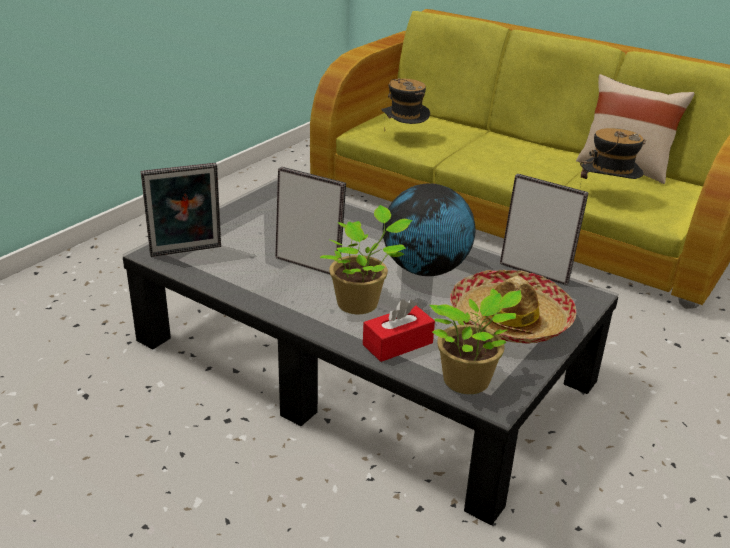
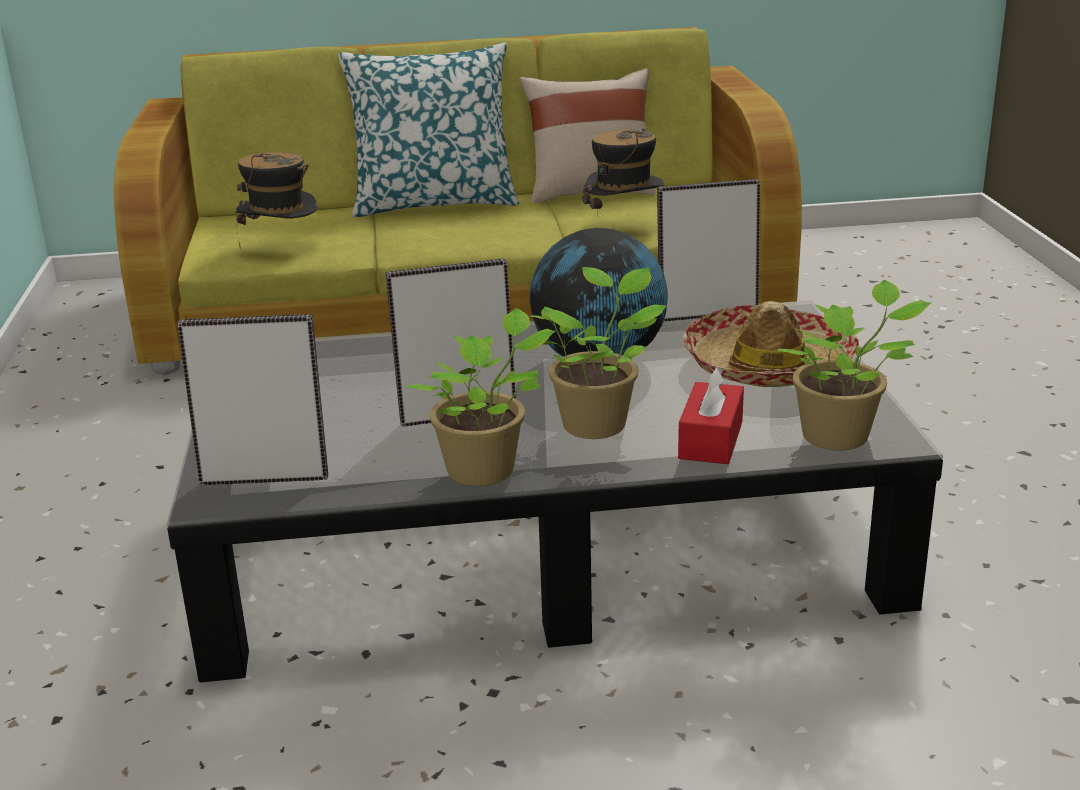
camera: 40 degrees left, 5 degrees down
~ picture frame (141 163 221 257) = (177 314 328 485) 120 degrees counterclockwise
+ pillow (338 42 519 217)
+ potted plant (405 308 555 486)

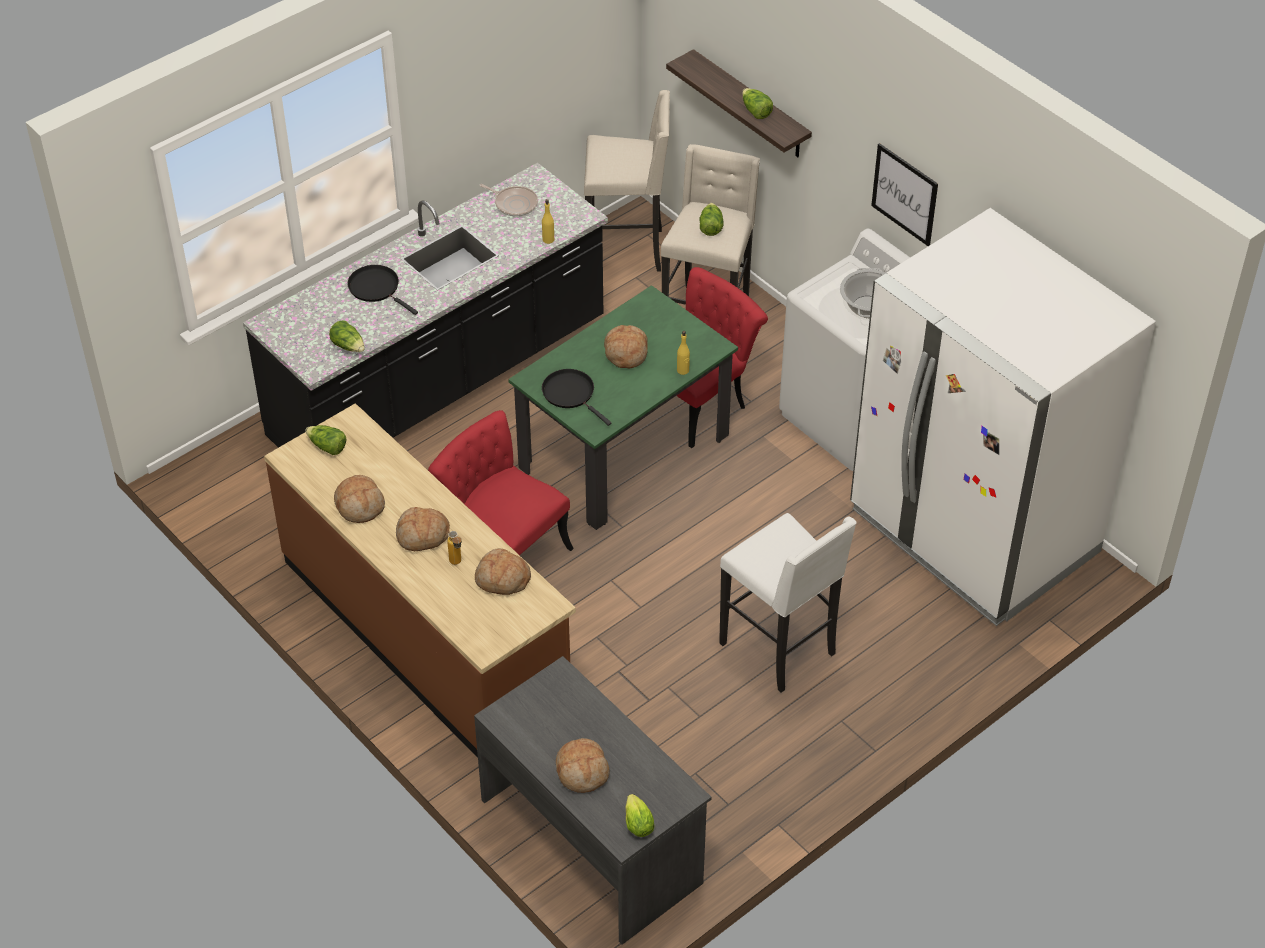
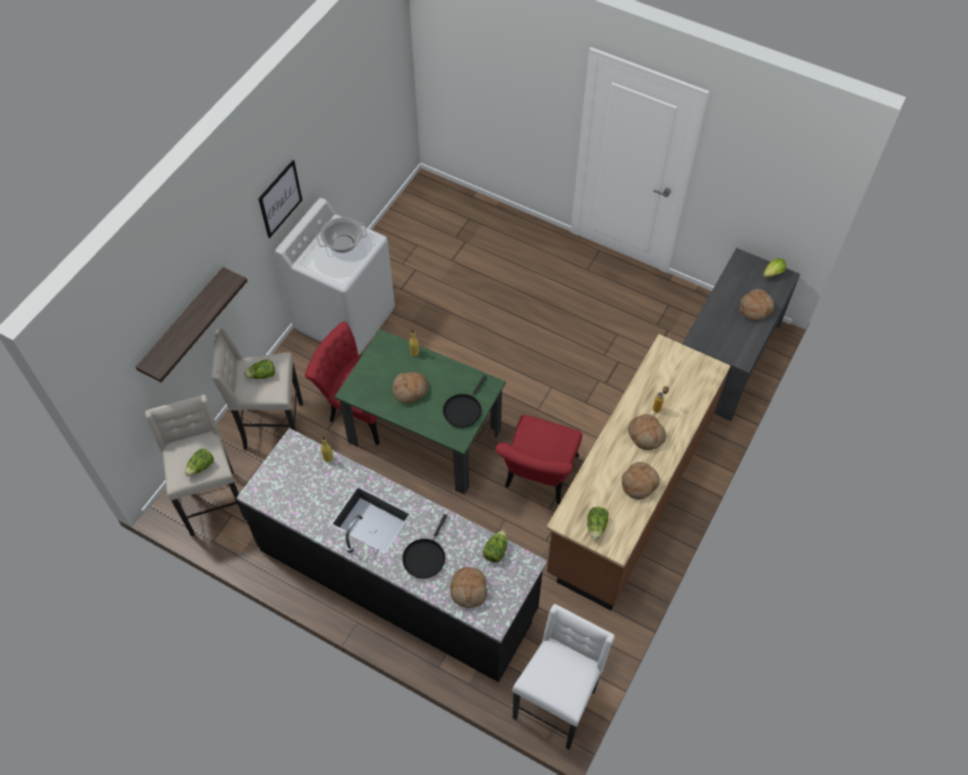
camera: 110 degrees left, 10 degrees up
~ bread (475 548 531 595) to (451 567 487 608)
- frying pan (479 184 538 217)
~ white stool (719 513 856 693) to (513 604 614 750)
~ lettuce (742 88 773 119) to (185 448 214 476)
- white fridge (850 208 1156 626)

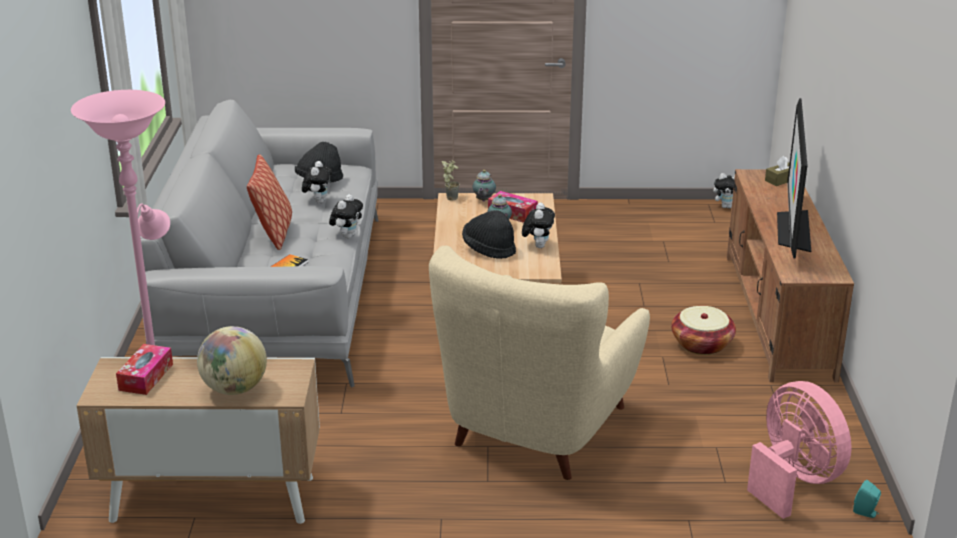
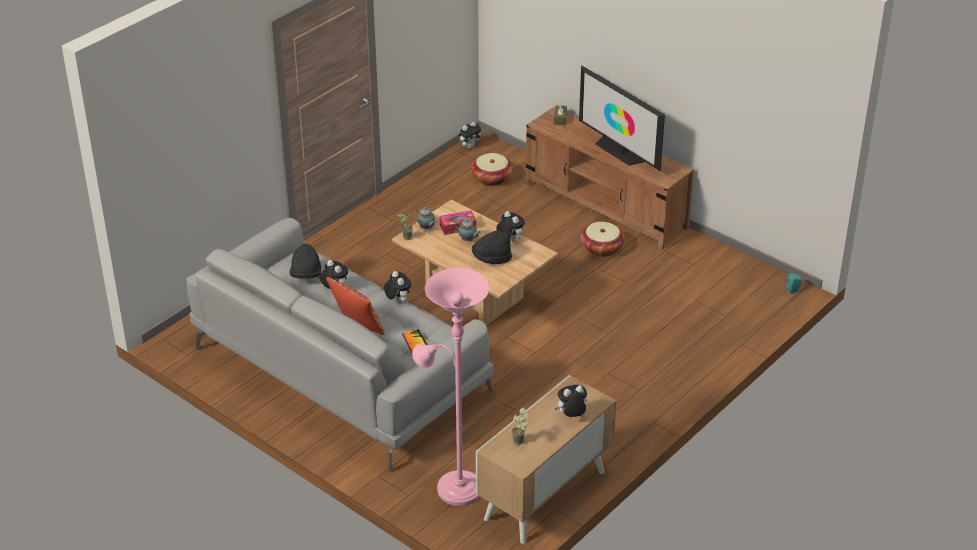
camera: 50 degrees left, 10 degrees up
~ tissue box (116 344 173 395) to potted plant (512 408 529 445)
~ globe (197 326 267 395) to plush toy (555 385 587 417)
- beige armchair (429 246 650 480)
- pink fan (747 381 852 519)
+ basket (471 153 513 186)

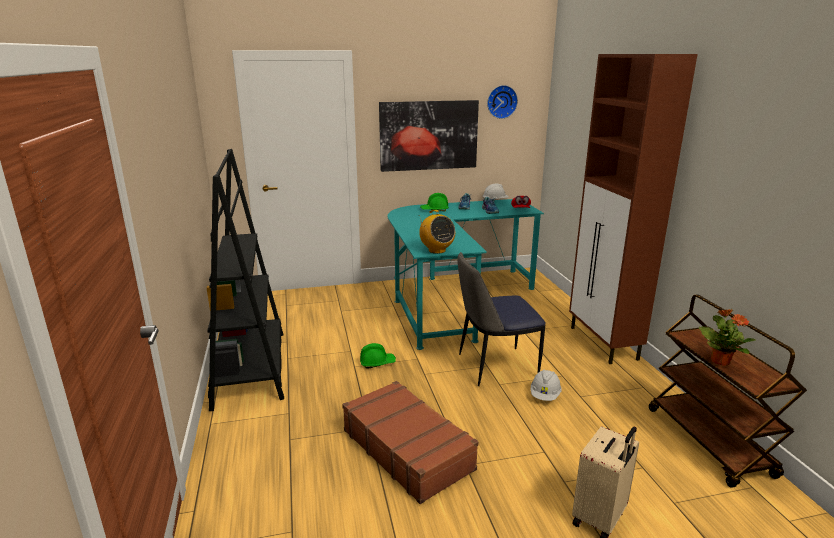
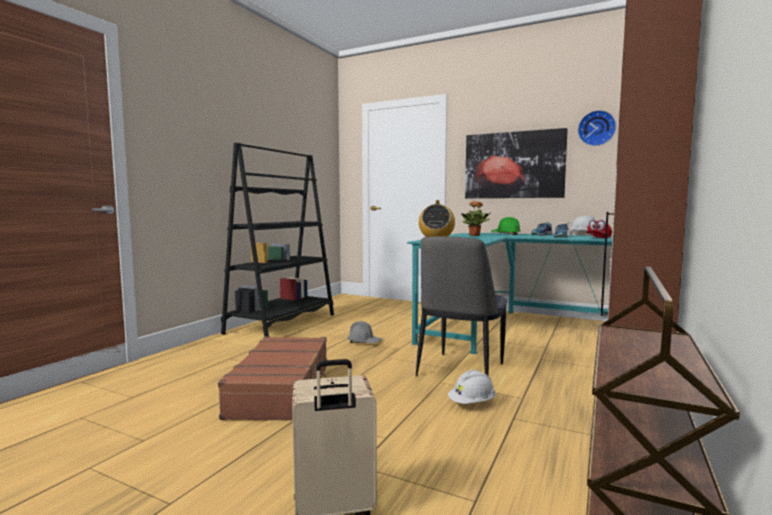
camera: 40 degrees right, 15 degrees down
~ green hard hat (360 343 396 369) to grey hard hat (347 321 382 343)
~ chair (457 252 546 386) = (416 236 507 376) 90 degrees counterclockwise
~ potted plant (699 309 756 366) to (461 201 490 236)

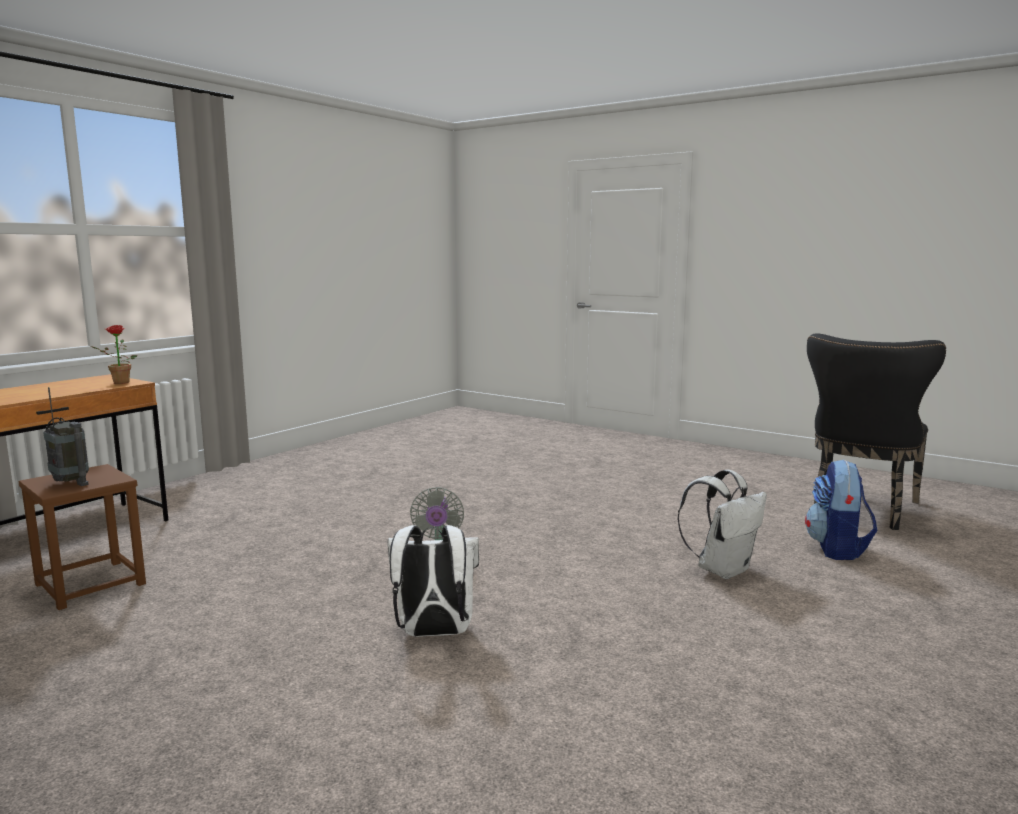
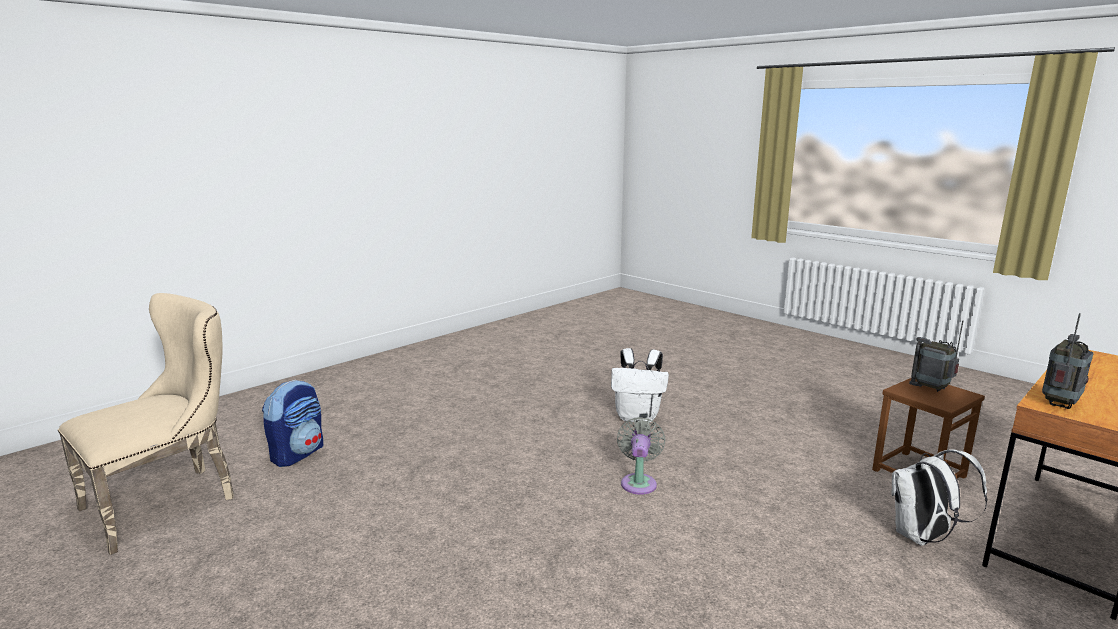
camera: 170 degrees left, 5 degrees up
~ potted plant (91 325 137 384) to radio (1042 313 1094 409)
~ white backpack (677 470 767 579) to (891 449 988 545)
~ black chair (807 333 946 530) to beige chair (58 293 234 555)

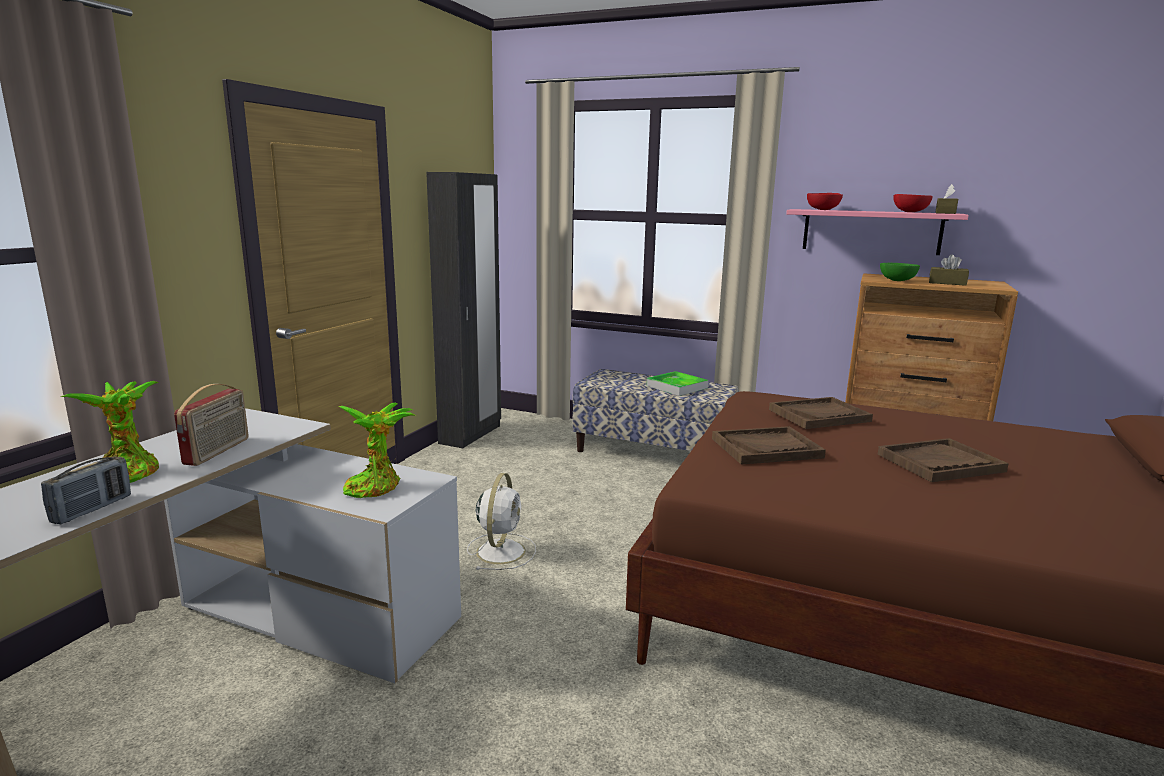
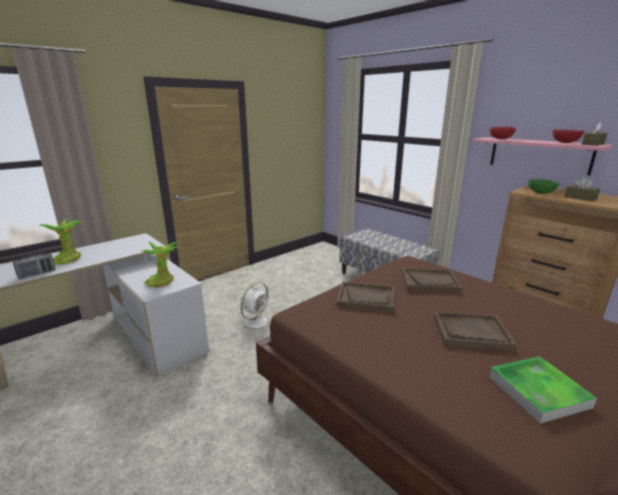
camera: 25 degrees right, 5 degrees up
- radio (174 384 249 466)
- black wardrobe (426 172 501 448)
~ tray (647 371 708 396) to (489 356 597 424)

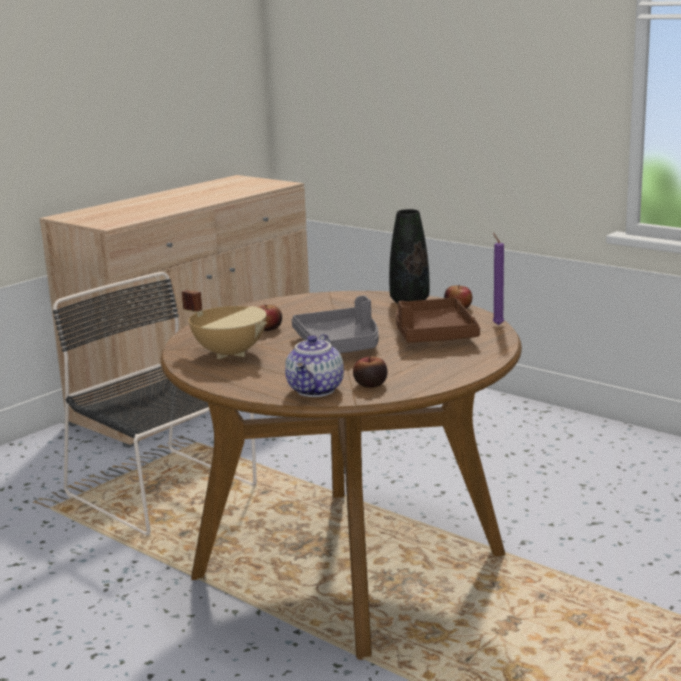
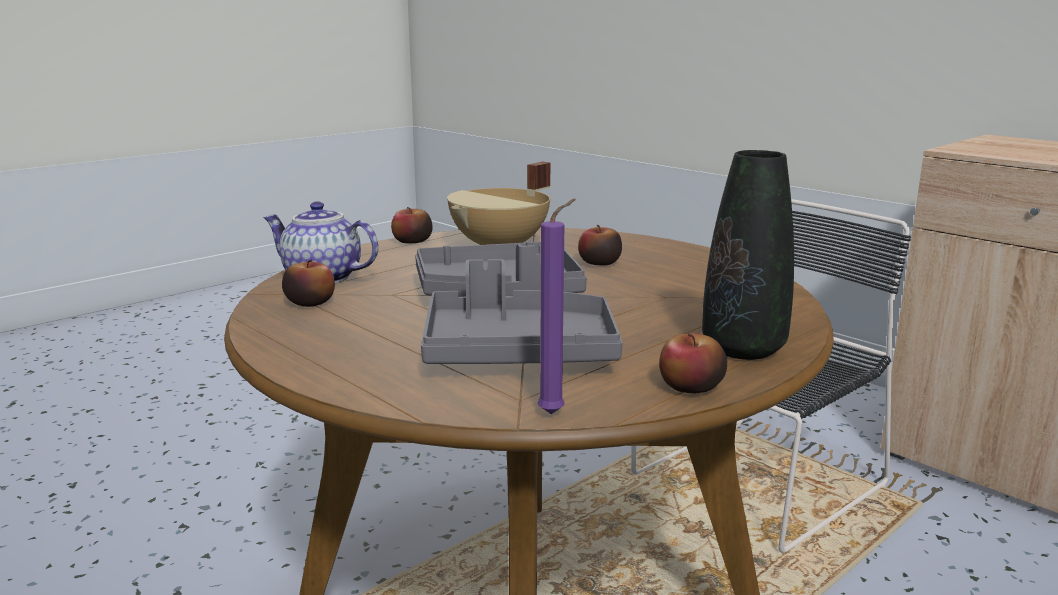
camera: 95 degrees right, 0 degrees up
~ brown tray (396 298 480 343) to grey tray (421 259 623 364)
+ apple (391 207 433 243)

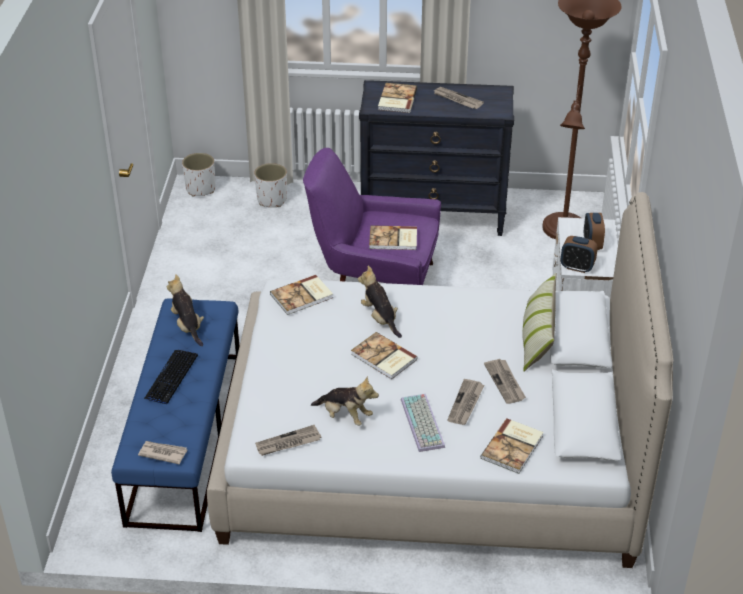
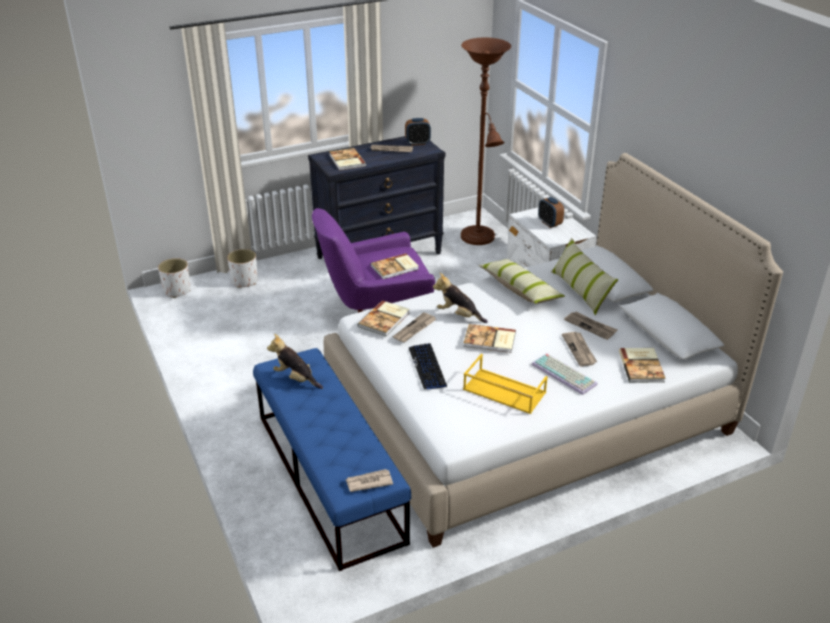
camera: 30 degrees left, 5 degrees down
~ keyboard (144 350 198 404) to (409 343 447 390)
~ newspaper (255 425 322 456) to (393 312 436 343)
~ plush toy (311 376 379 426) to yellow tray (463 354 548 414)
~ alarm clock (561 236 598 273) to (405 118 431 146)
+ pillow (478 259 565 304)

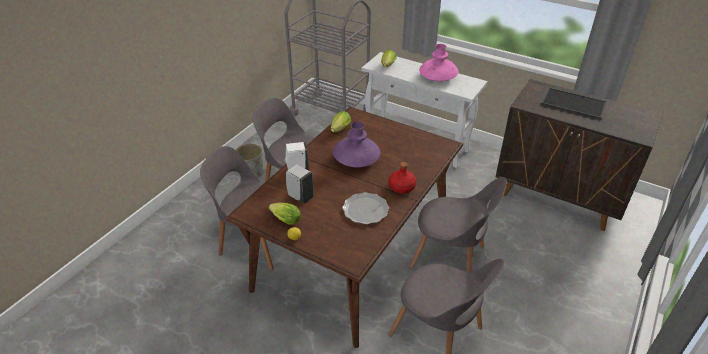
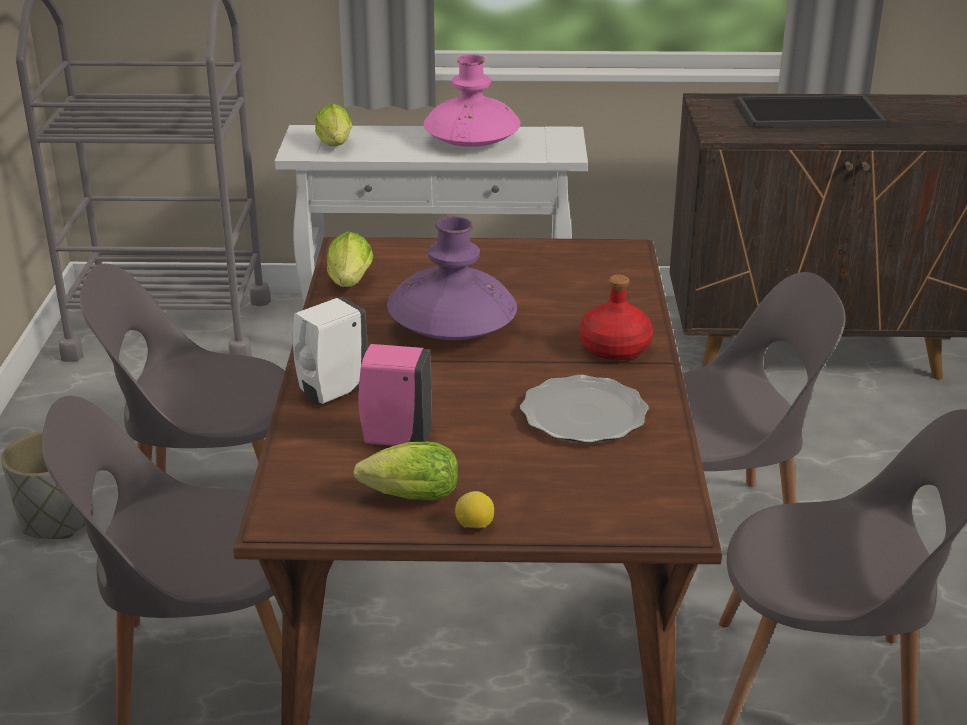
camera: 30 degrees left, 10 degrees down
~ white soap dispenser (286 164 314 204) to pink soap dispenser (358 344 432 446)

